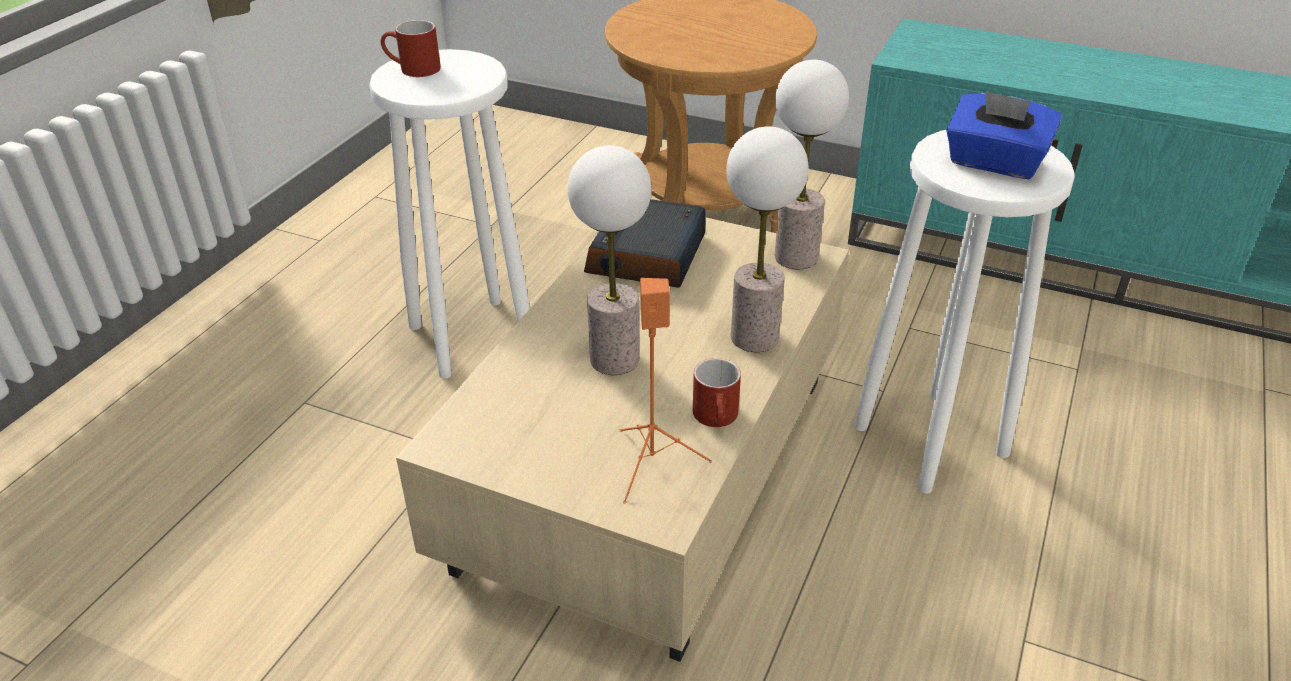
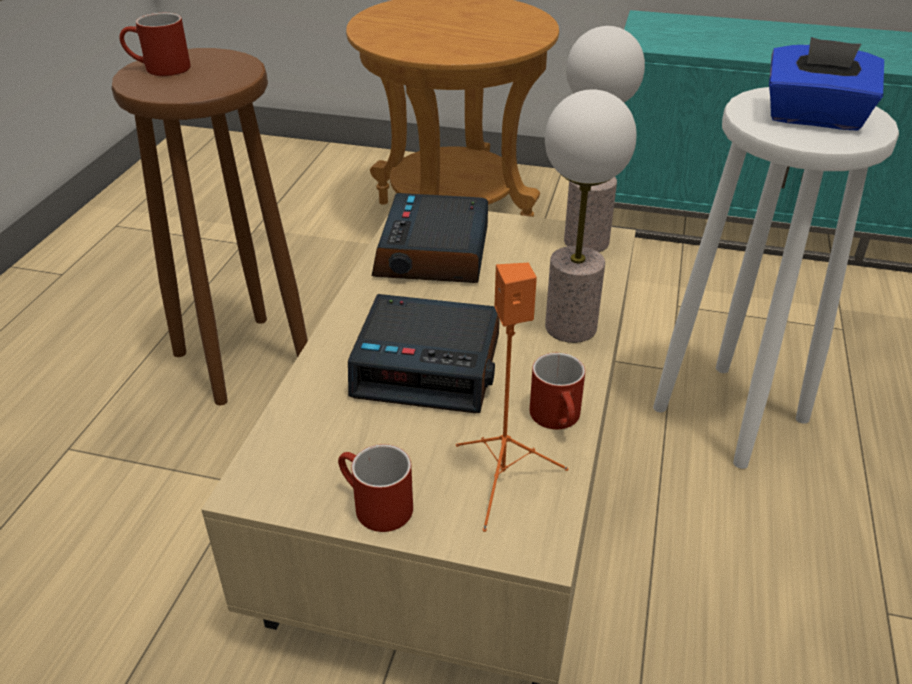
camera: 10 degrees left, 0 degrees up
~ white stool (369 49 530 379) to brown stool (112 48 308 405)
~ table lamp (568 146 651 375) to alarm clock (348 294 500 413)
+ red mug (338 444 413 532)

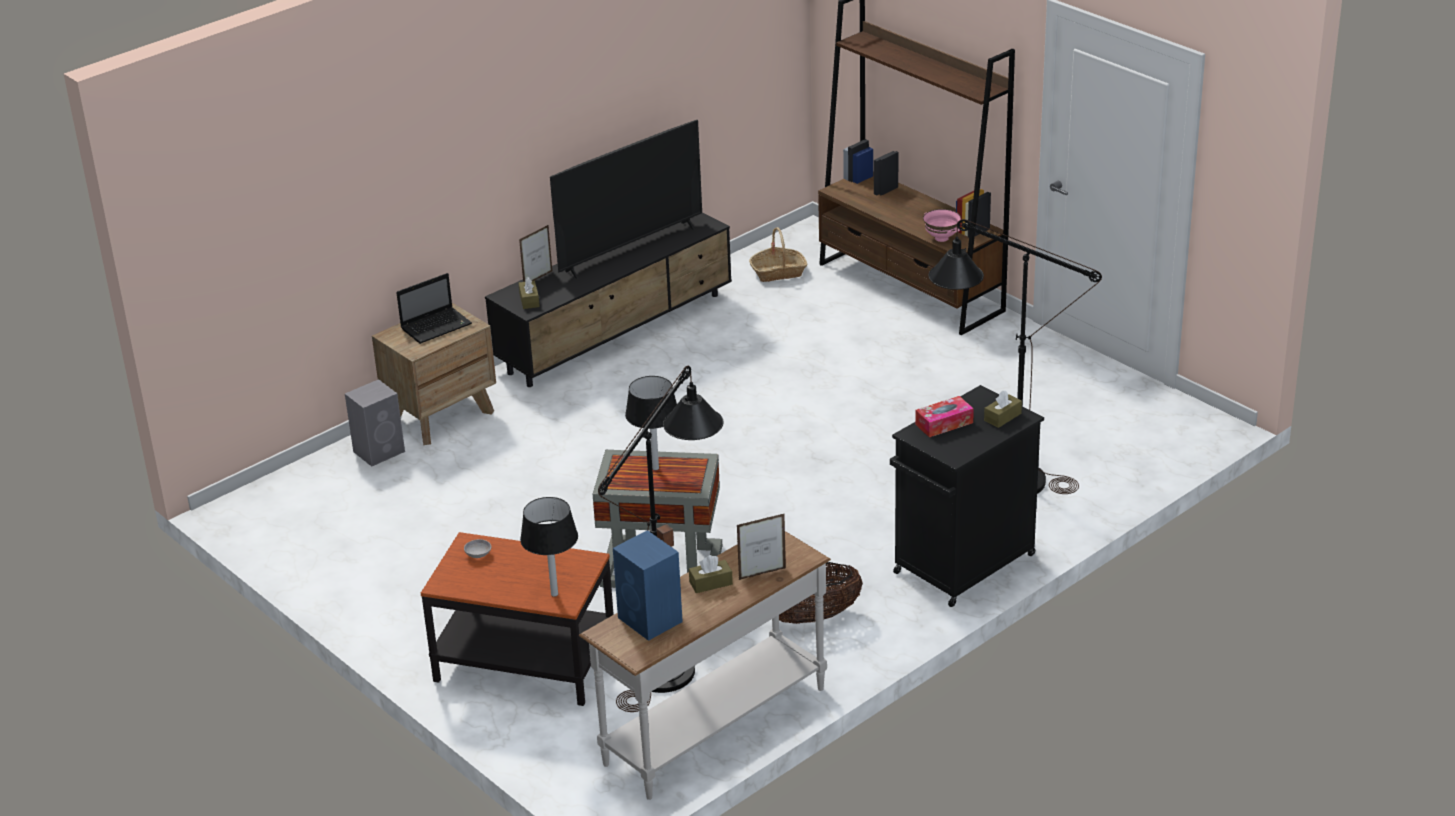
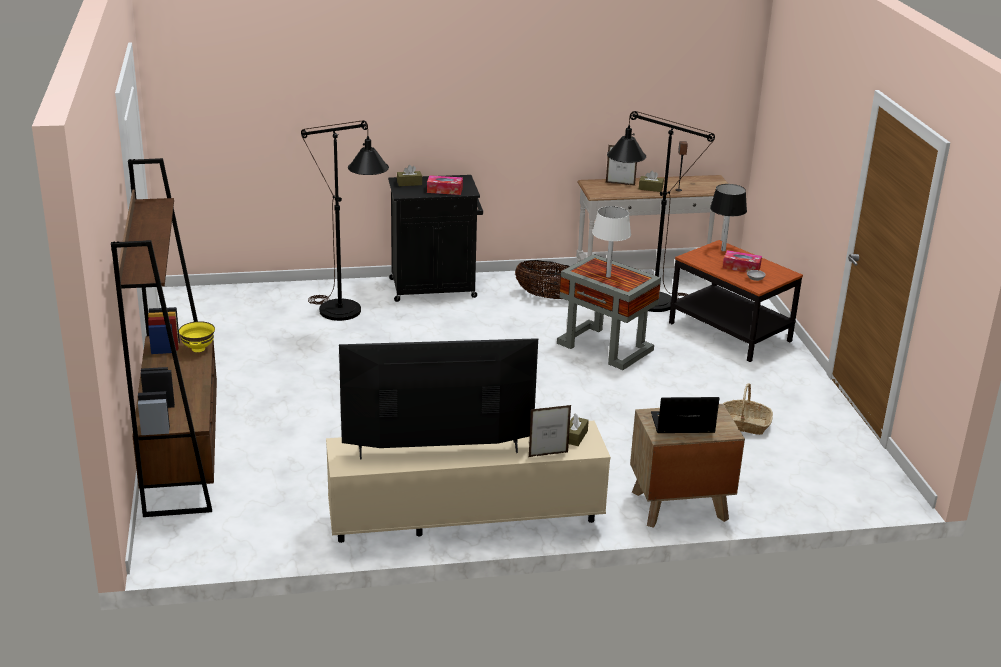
camera: 150 degrees left, 5 degrees down
- grey speaker (345 379 405 467)
~ black tv stand (485 212 732 387) to beige tv stand (326 421 611 543)
- blue speaker (613 530 683 641)
~ black table lamp (625 376 677 470) to white table lamp (592 206 631 278)
~ basket (749 227 808 282) to (723 383 773 435)
~ pink bowl (923 209 961 242) to yellow bowl (179 321 215 352)
+ tissue box (723 250 762 272)

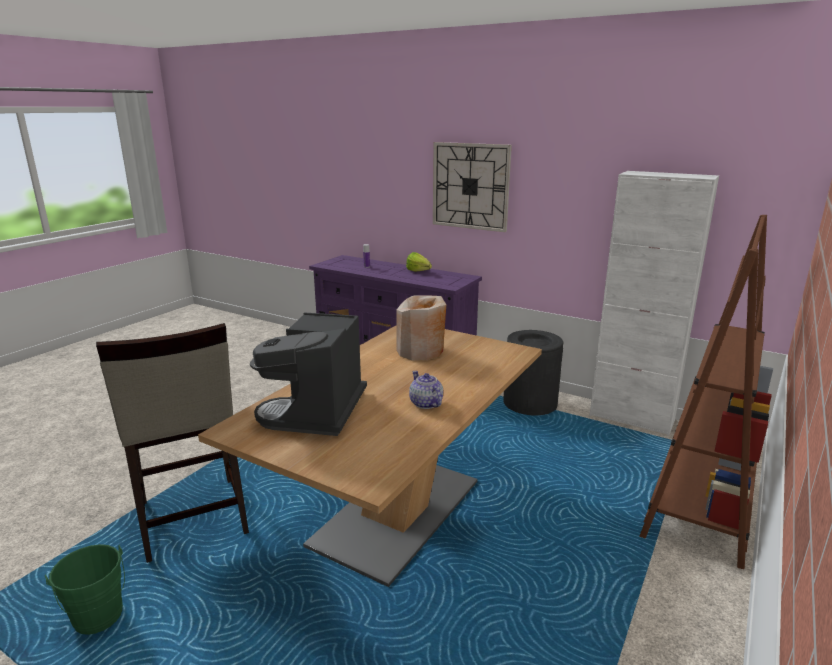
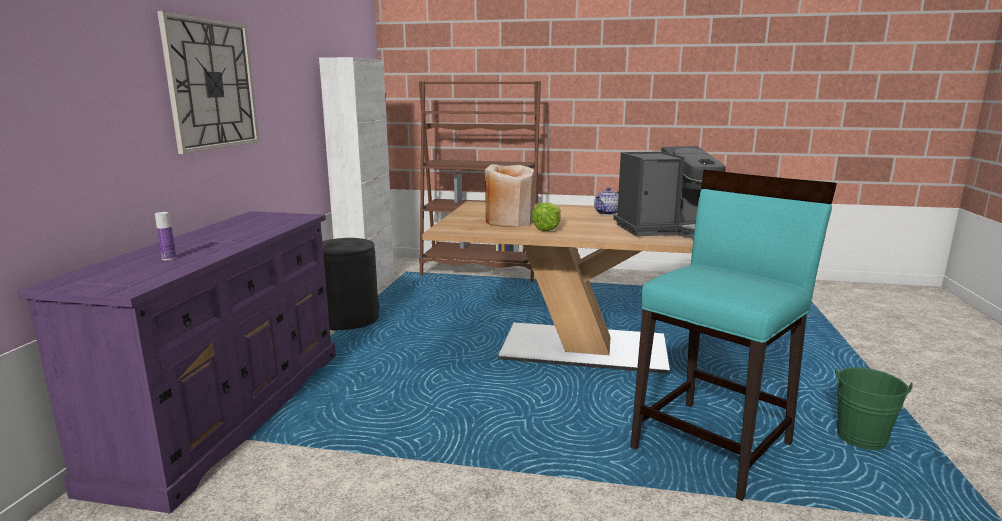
camera: 110 degrees left, 5 degrees down
~ beige stool (96 323 249 563) to turquoise stool (631 170 837 501)
~ lettuce (406 252 432 272) to (531 203 561 231)

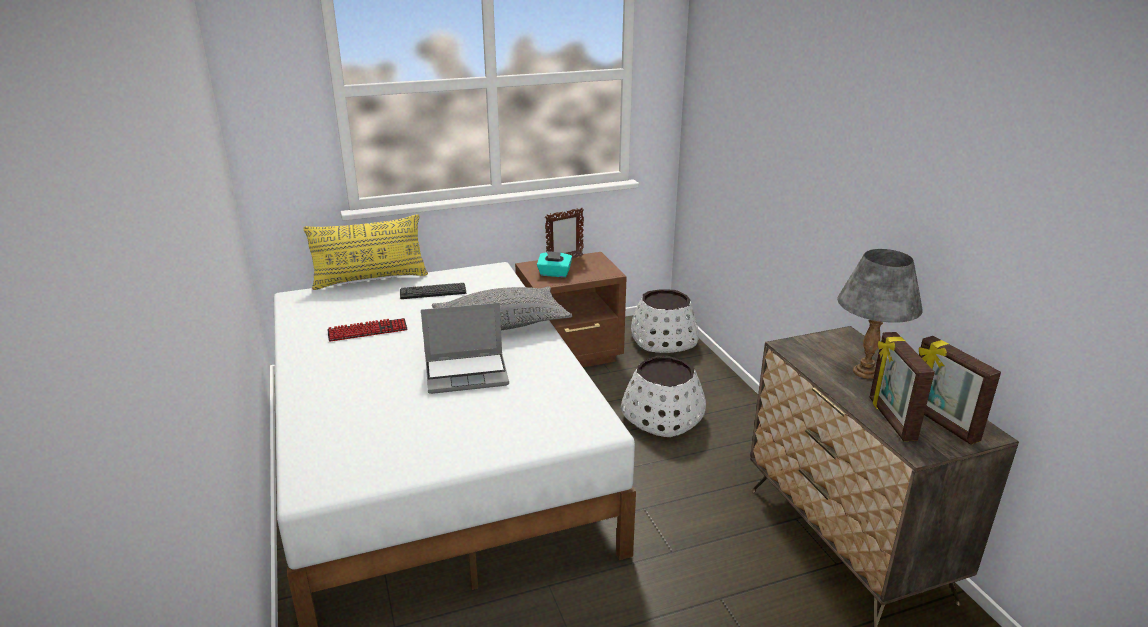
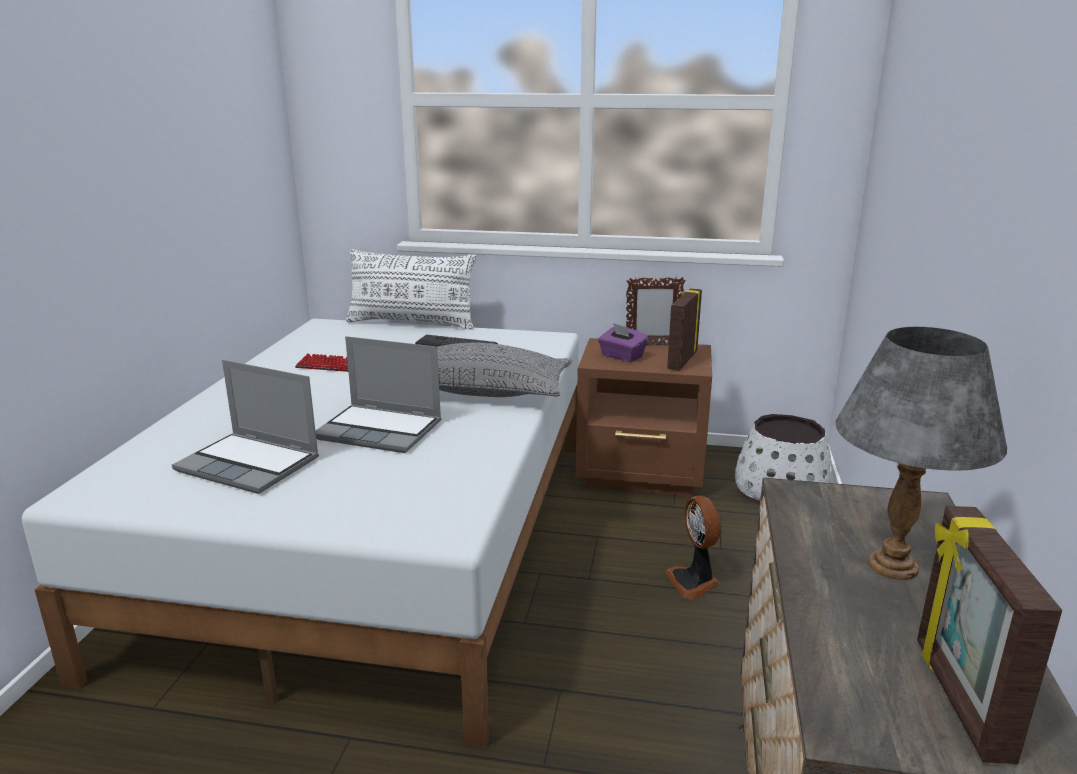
camera: 30 degrees right, 5 degrees down
~ yellow pillow (303 214 428 290) to white pillow (346 249 476 329)
~ turquoise tissue box (537 251 572 277) to purple tissue box (598 323 648 362)
~ white planter (621 356 706 437) to fan (664 496 721 599)
~ picture frame (870 332 935 442) to (667 288 702 371)
+ laptop (172 360 319 494)

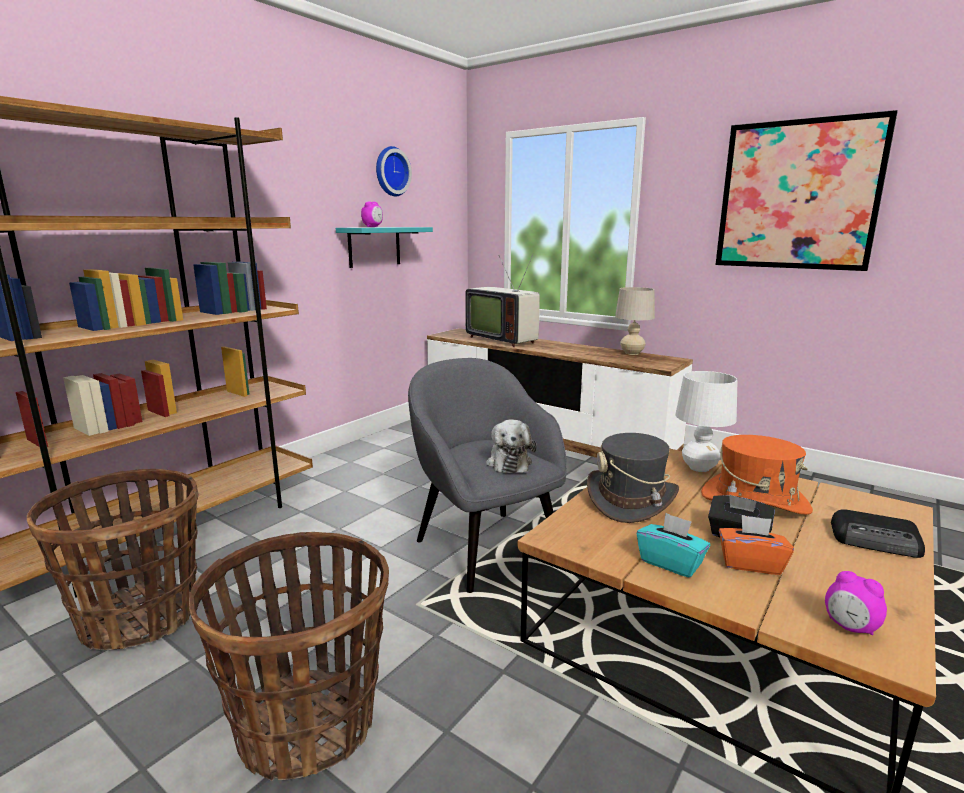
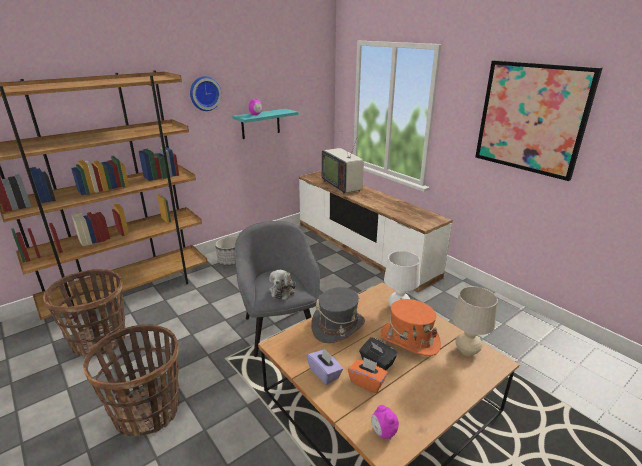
camera: 15 degrees right, 10 degrees up
~ wall clock (376 146 412 196) to (190 76 222 111)
~ beige table lamp (615 287 655 355) to (452 286 498 356)
~ turquoise tissue box (636 513 710 578) to purple tissue box (307 348 343 385)
- radio (831 509 925 558)
+ planter (215 237 237 266)

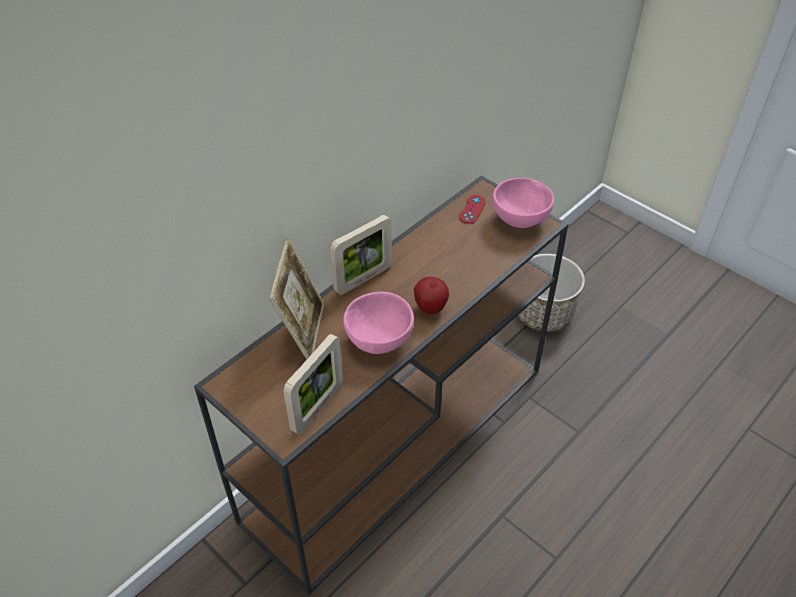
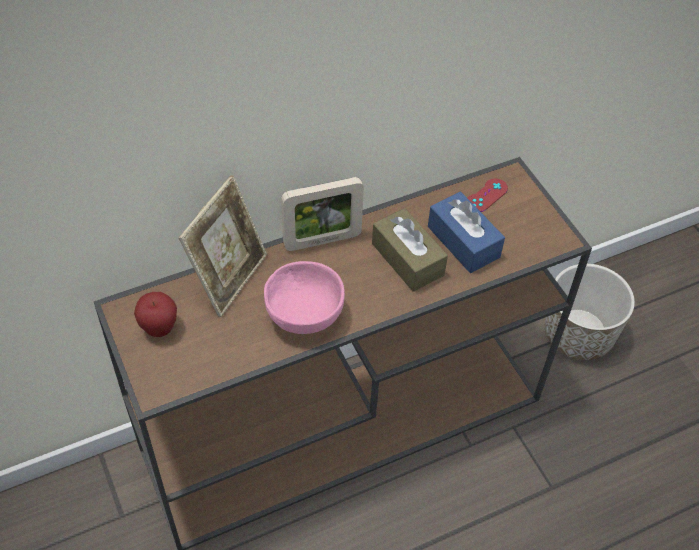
camera: 20 degrees right, 5 degrees up
- picture frame (283 334 343 435)
~ apple (414 277 449 314) to (134 292 177 337)
- pink bowl (492 178 554 228)
+ brown tissue box (372 208 448 292)
+ blue tissue box (428 192 505 273)

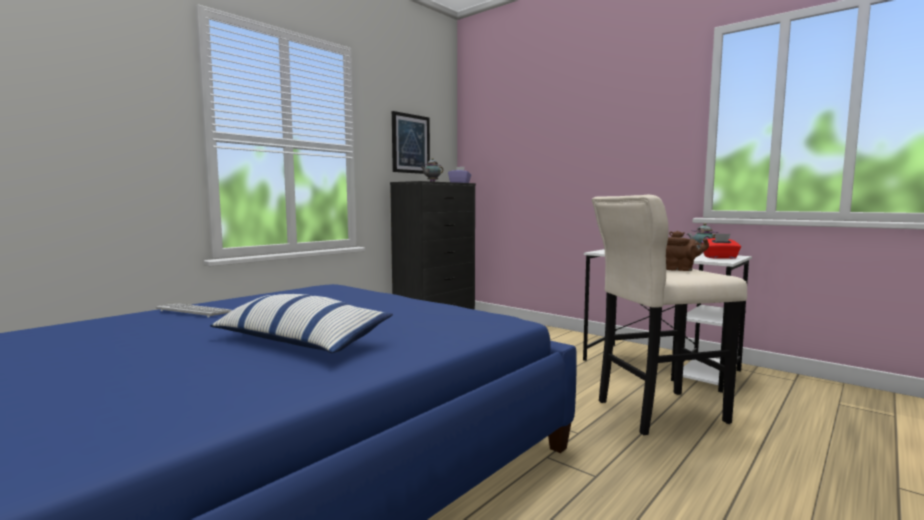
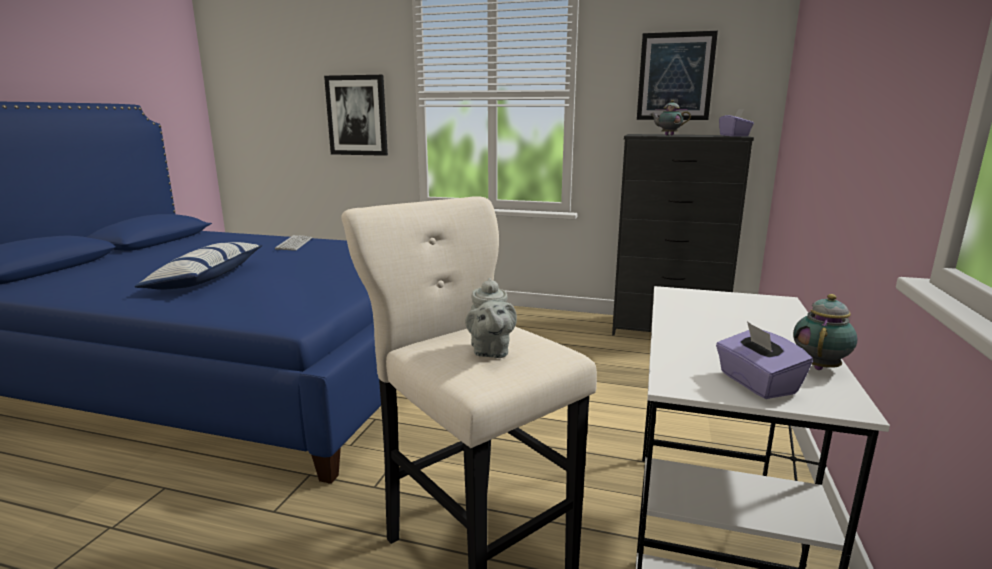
camera: 65 degrees right, 10 degrees up
~ brown teapot (666 231 709 271) to grey teapot (465 278 517 358)
~ red tissue box (702 233 741 259) to purple tissue box (716 321 813 399)
+ picture (324 75 388 156)

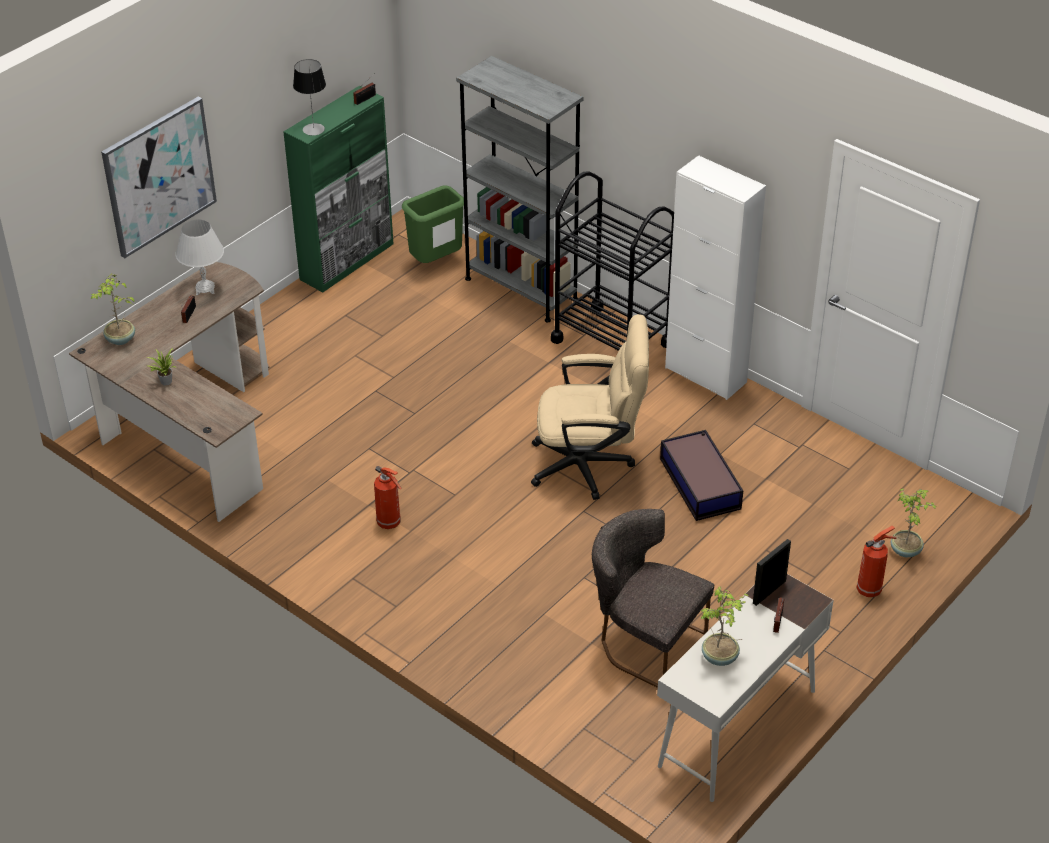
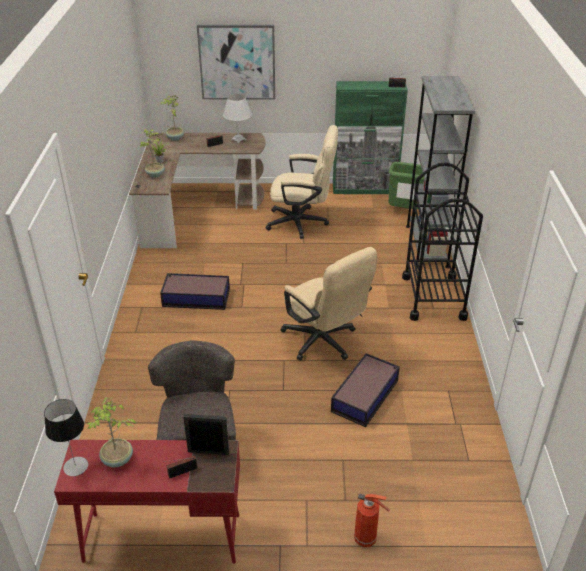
camera: 50 degrees right, 5 degrees down
~ table lamp (293 59 326 135) to (44 399 88 476)
~ fire extinguisher (374 466 401 529) to storage box (160 273 230 310)
~ white desk (657 574 833 802) to red desk (54 440 240 564)
- white cabinet (665 155 766 400)
~ potted plant (890 488 938 557) to (140 129 165 178)
+ beige office chair (266 125 338 239)

